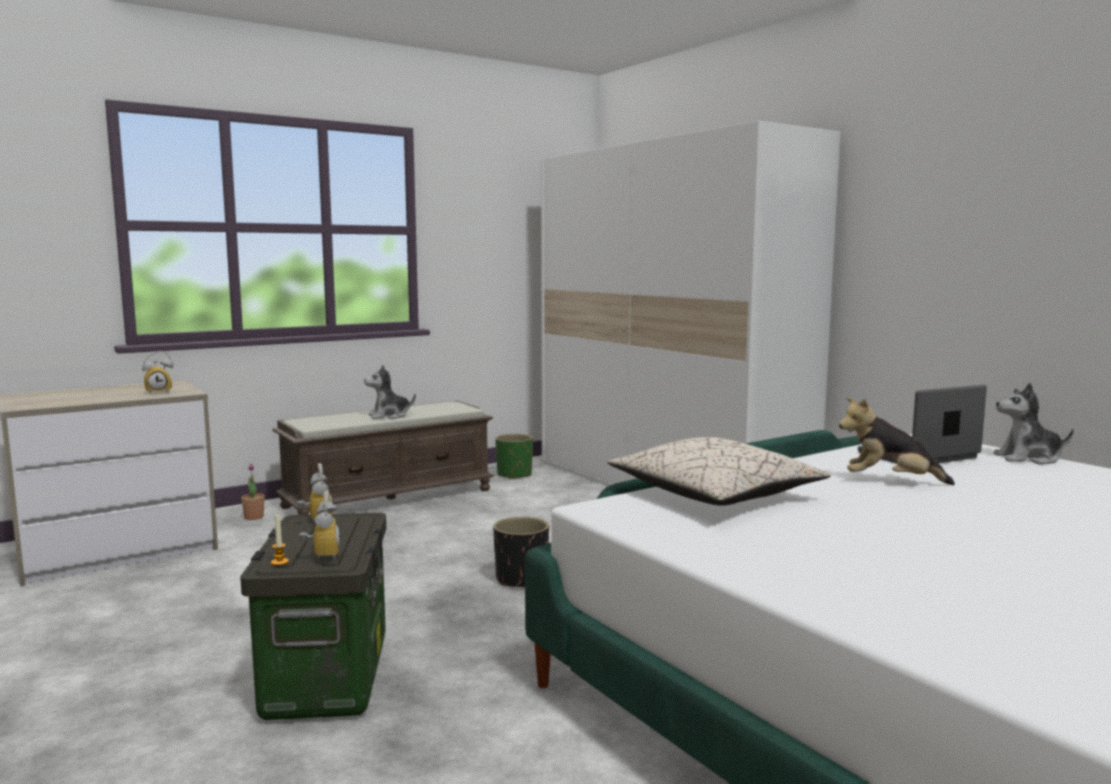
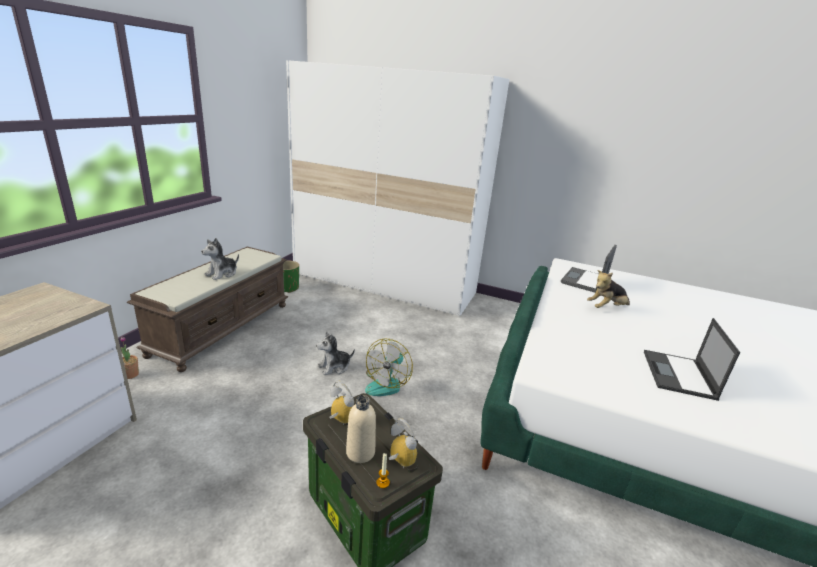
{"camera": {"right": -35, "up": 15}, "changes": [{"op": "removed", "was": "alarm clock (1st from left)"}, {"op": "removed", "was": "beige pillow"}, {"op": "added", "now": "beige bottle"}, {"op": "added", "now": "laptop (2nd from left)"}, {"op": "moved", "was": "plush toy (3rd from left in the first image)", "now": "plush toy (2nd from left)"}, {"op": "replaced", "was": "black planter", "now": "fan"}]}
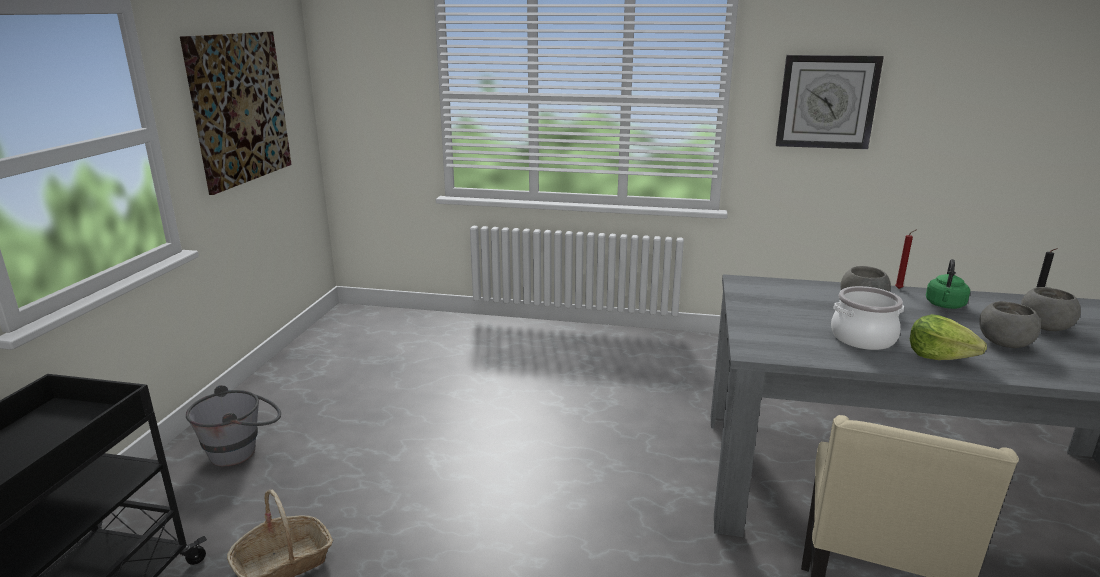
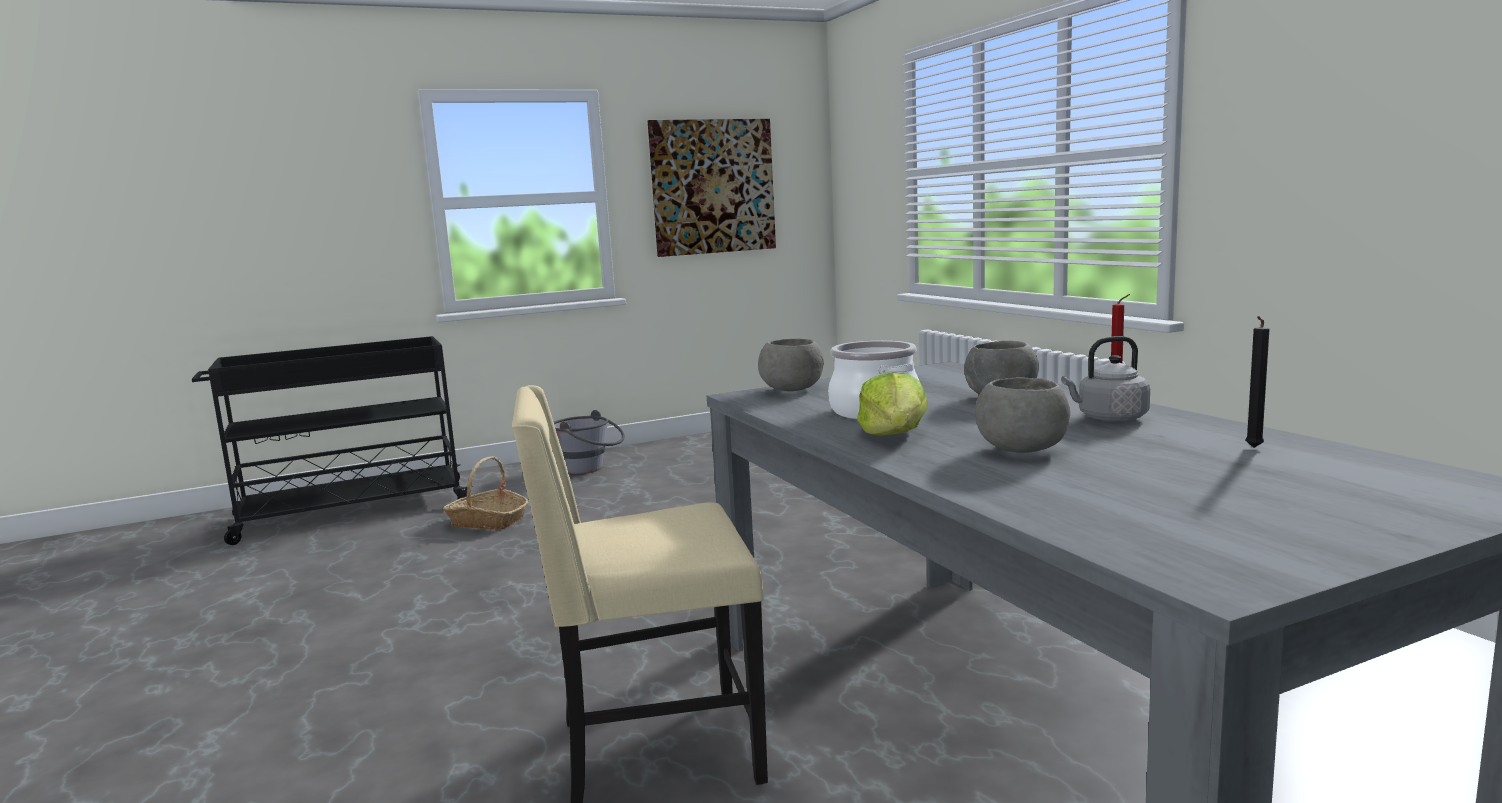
{"camera": {"right": 55, "up": -10}, "changes": [{"op": "removed", "was": "wall clock"}, {"op": "moved", "was": "grey bowl (3rd from left in the first image)", "now": "grey bowl (1st from left)"}, {"op": "recoloured", "was": "green kettle", "now": "grey kettle"}]}
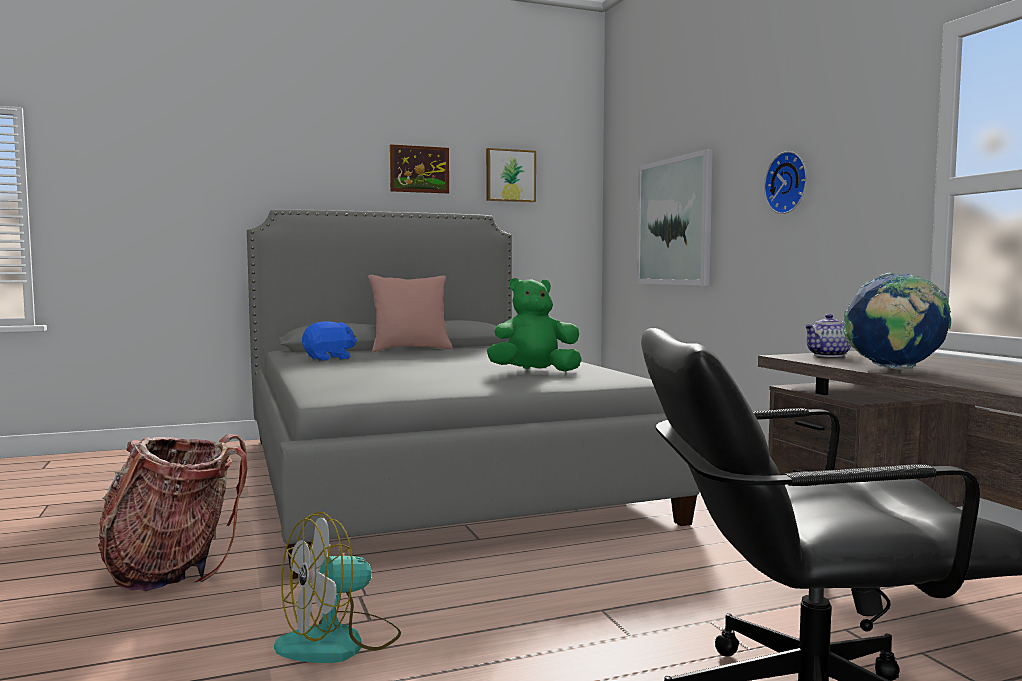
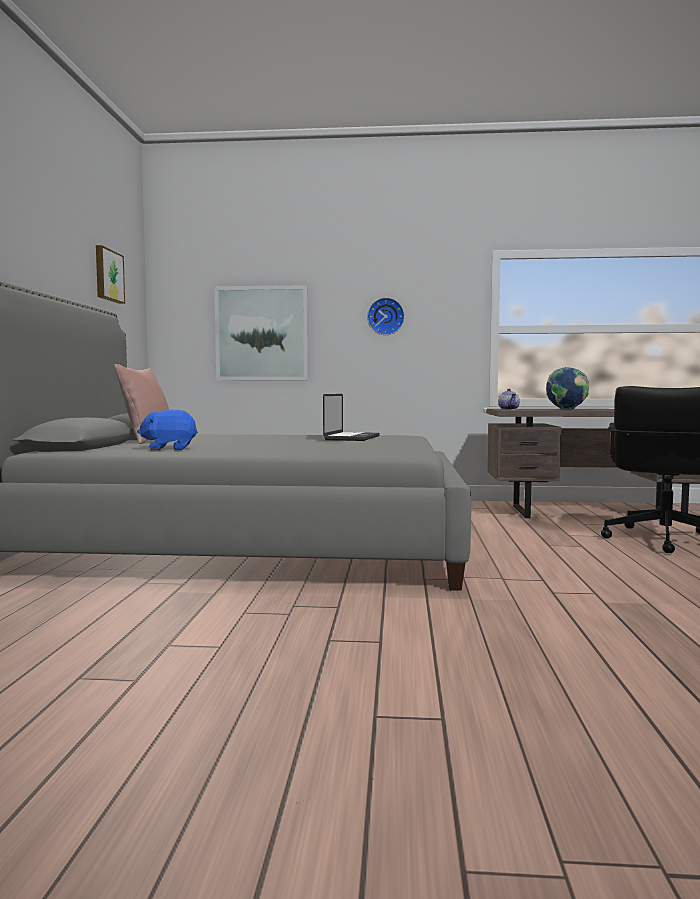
{"camera": {"right": -65, "up": 0}, "changes": [{"op": "removed", "was": "backpack"}, {"op": "removed", "was": "fan"}, {"op": "removed", "was": "picture (1st from left)"}, {"op": "replaced", "was": "green plush toy", "now": "laptop"}, {"op": "turned", "was": "blue plush toy", "clockwise": -90}]}
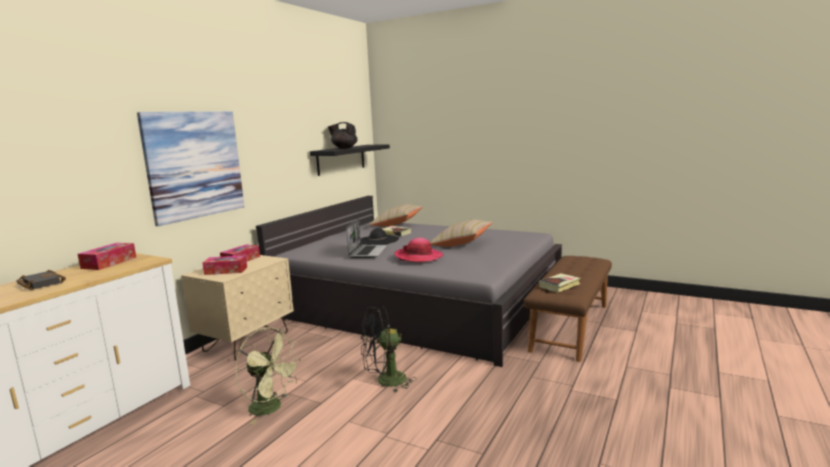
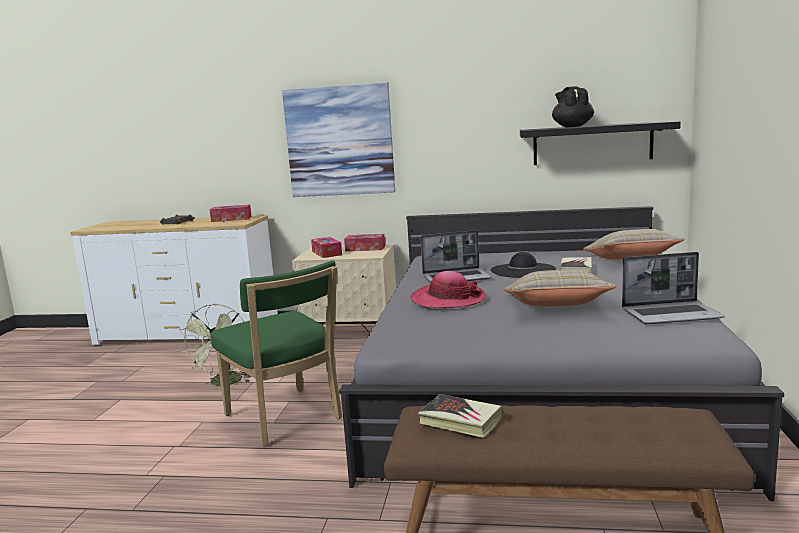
{"camera": {"right": 70, "up": 0}, "changes": [{"op": "added", "now": "laptop (2nd from left)"}, {"op": "replaced", "was": "black fan", "now": "green chair"}]}
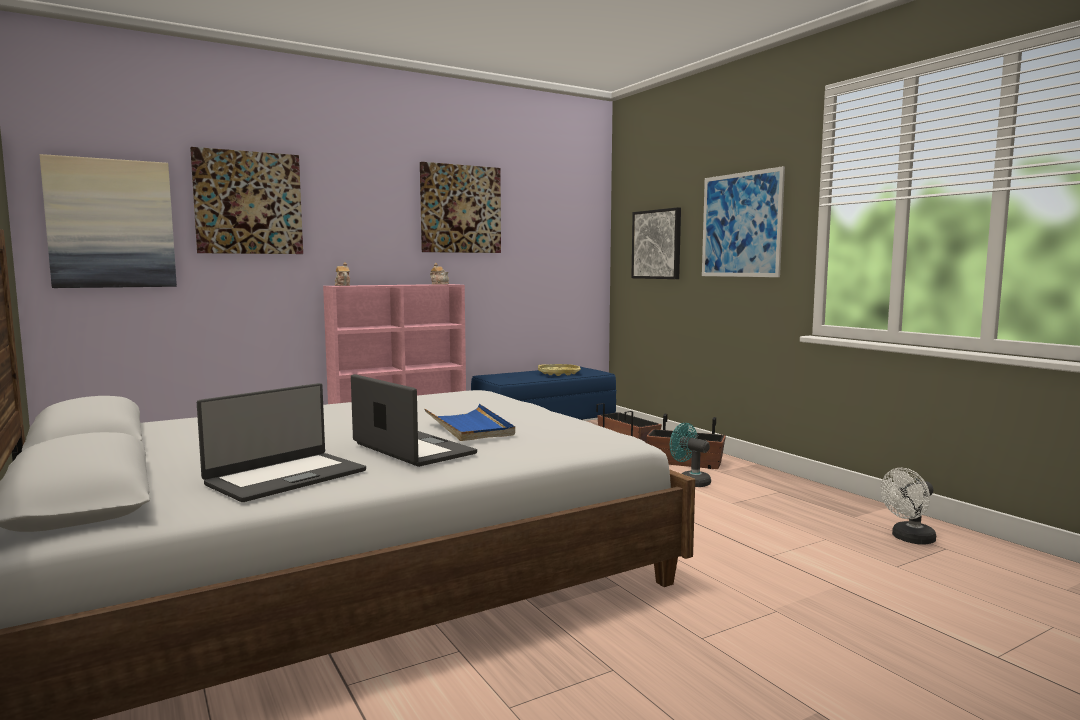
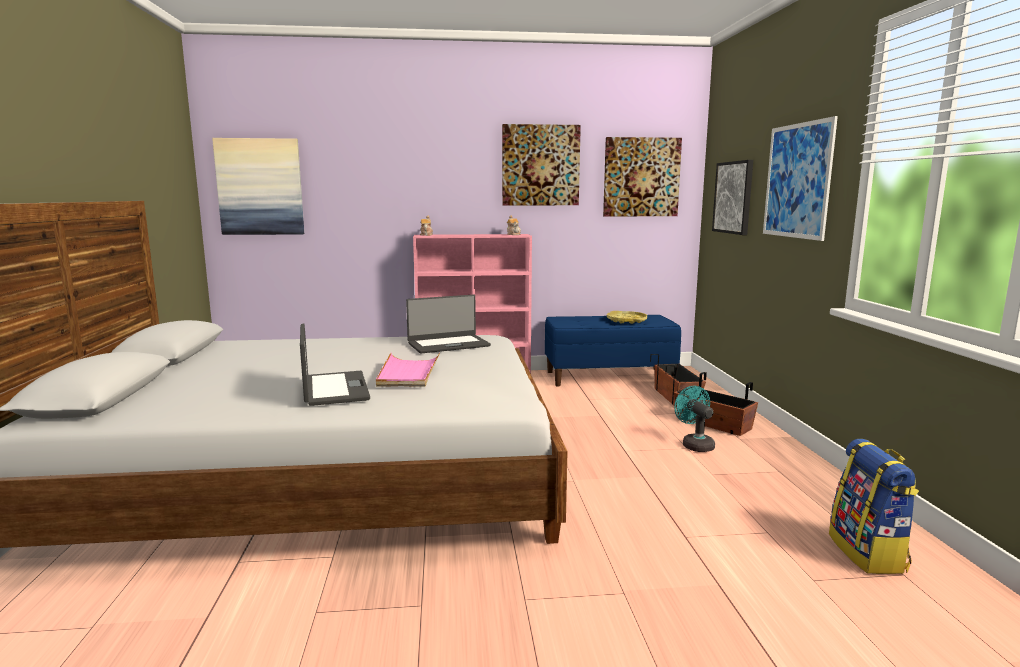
{"camera": {"right": 25, "up": 5}, "changes": [{"op": "moved", "was": "picture (2nd from left in the first image)", "now": "picture (3rd from left)"}, {"op": "moved", "was": "laptop (1st from left in the first image)", "now": "laptop (2nd from left)"}, {"op": "replaced", "was": "white fan", "now": "backpack"}, {"op": "recoloured", "was": "blue tray", "now": "pink tray"}]}
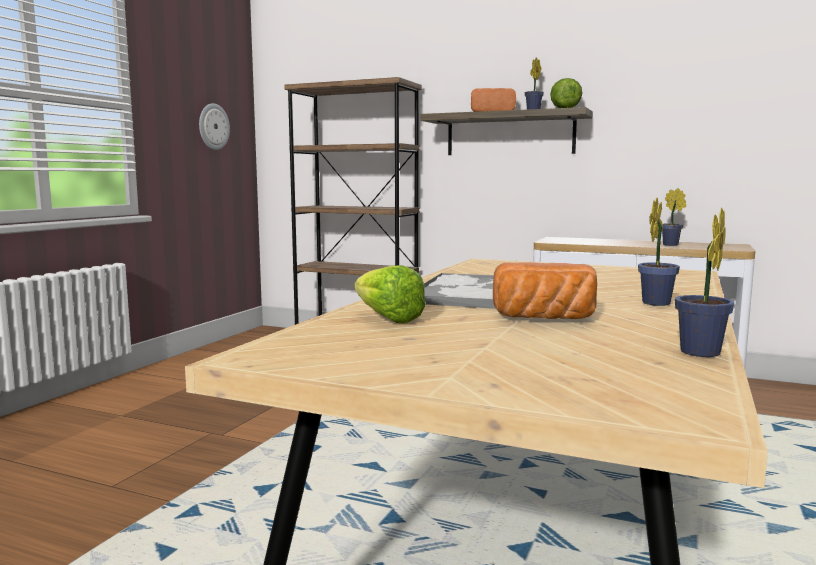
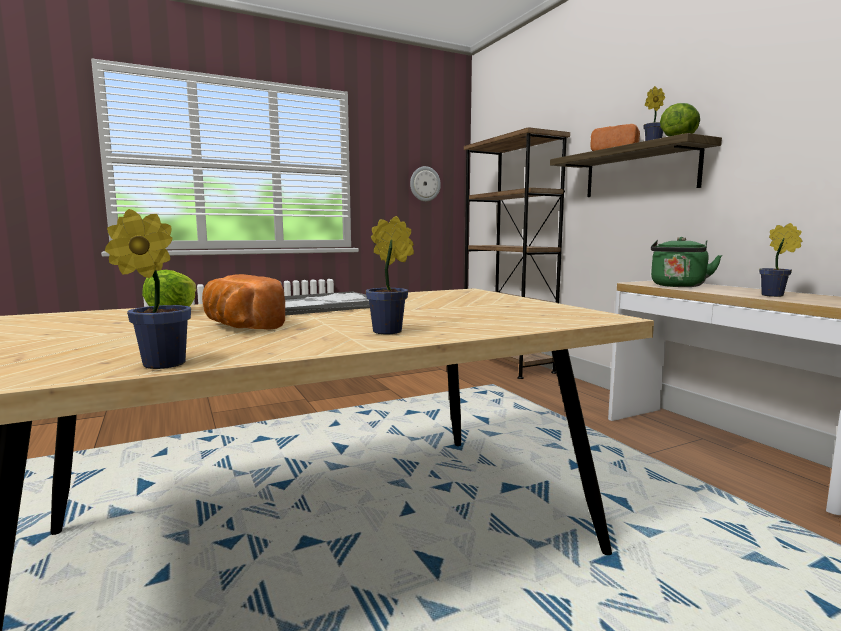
{"camera": {"right": 40, "up": 0}, "changes": [{"op": "added", "now": "green kettle"}]}
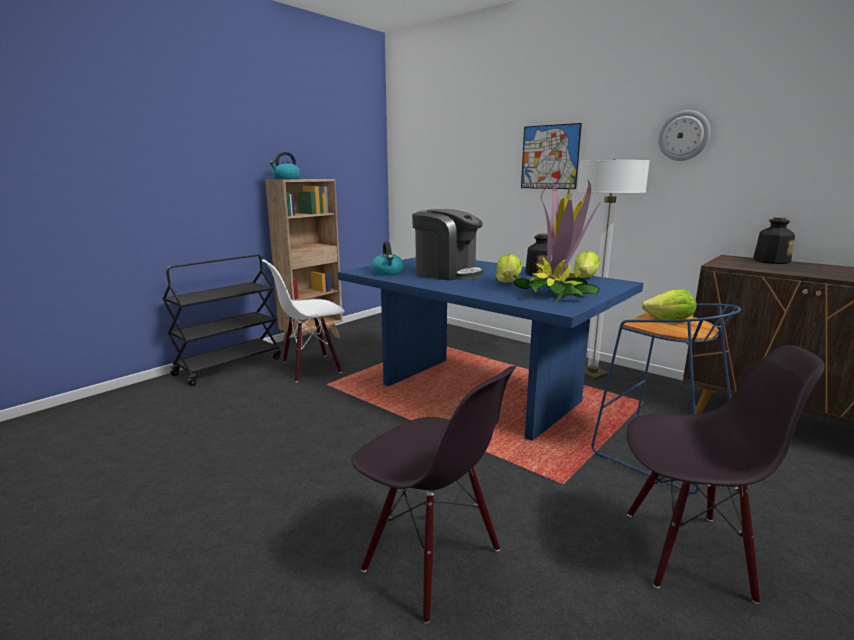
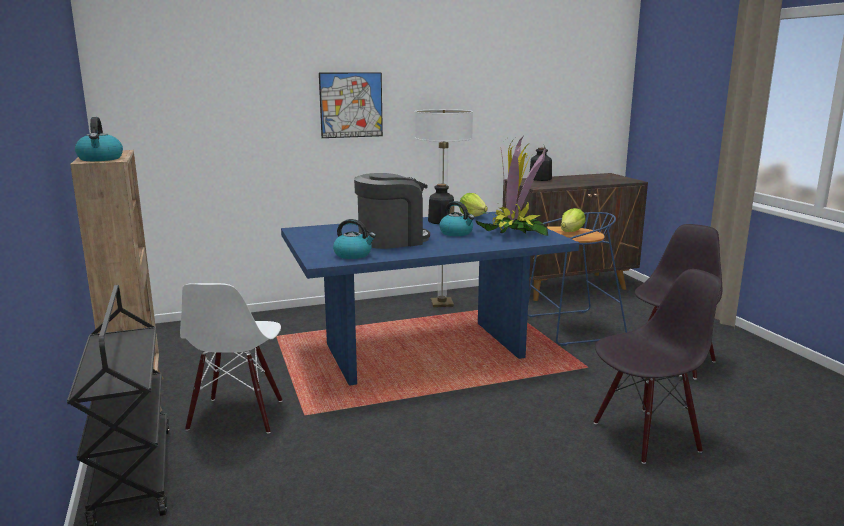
{"camera": {"right": -60, "up": 0}, "changes": [{"op": "removed", "was": "wall clock"}, {"op": "replaced", "was": "lettuce (1st from left)", "now": "kettle (3rd from left)"}]}
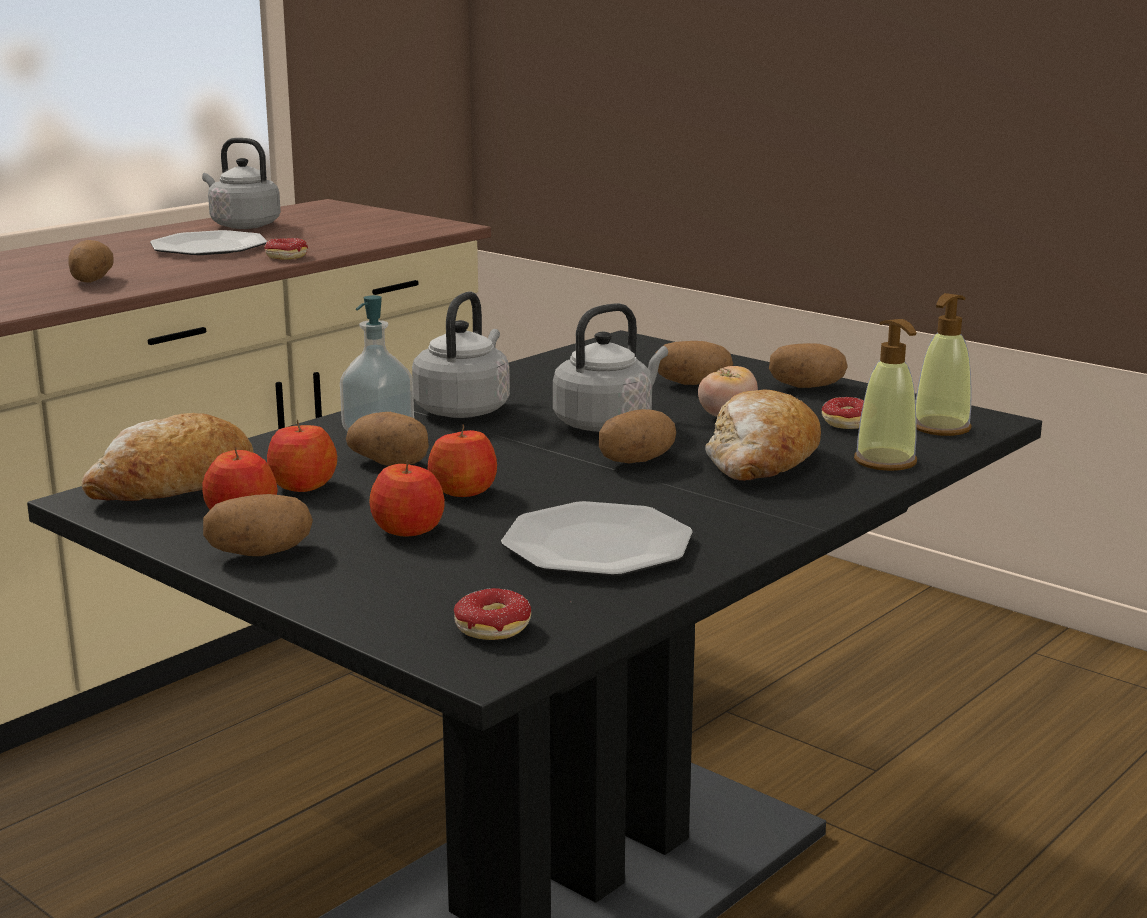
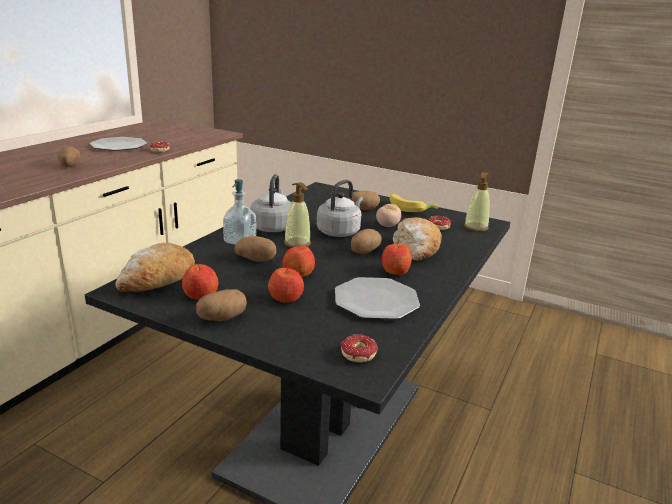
{"camera": {"right": -15, "up": 5}, "changes": [{"op": "removed", "was": "grey kettle (1st from left)"}, {"op": "moved", "was": "apple (2nd from left in the first image)", "now": "apple (4th from left)"}, {"op": "moved", "was": "soap dispenser (2nd from left)"}, {"op": "replaced", "was": "potato (6th from left)", "now": "banana"}]}
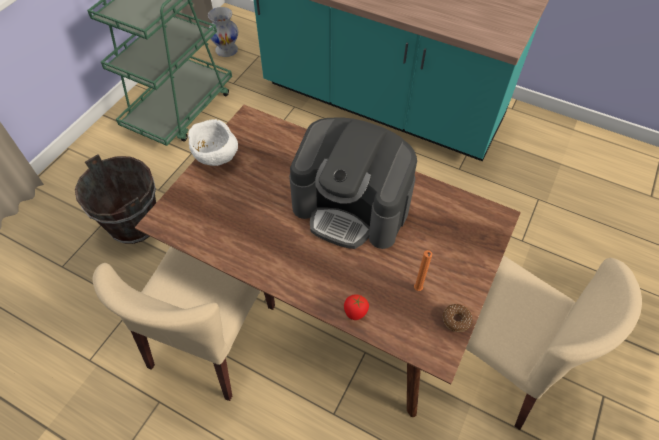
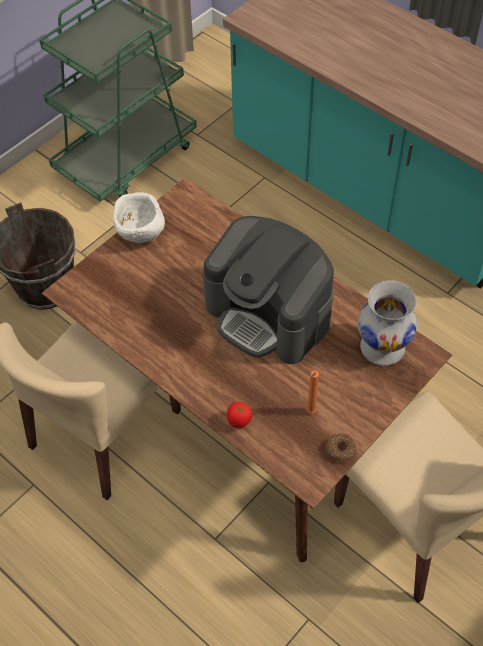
{"camera": {"right": 15, "up": 0}, "changes": [{"op": "moved", "was": "white vase"}]}
